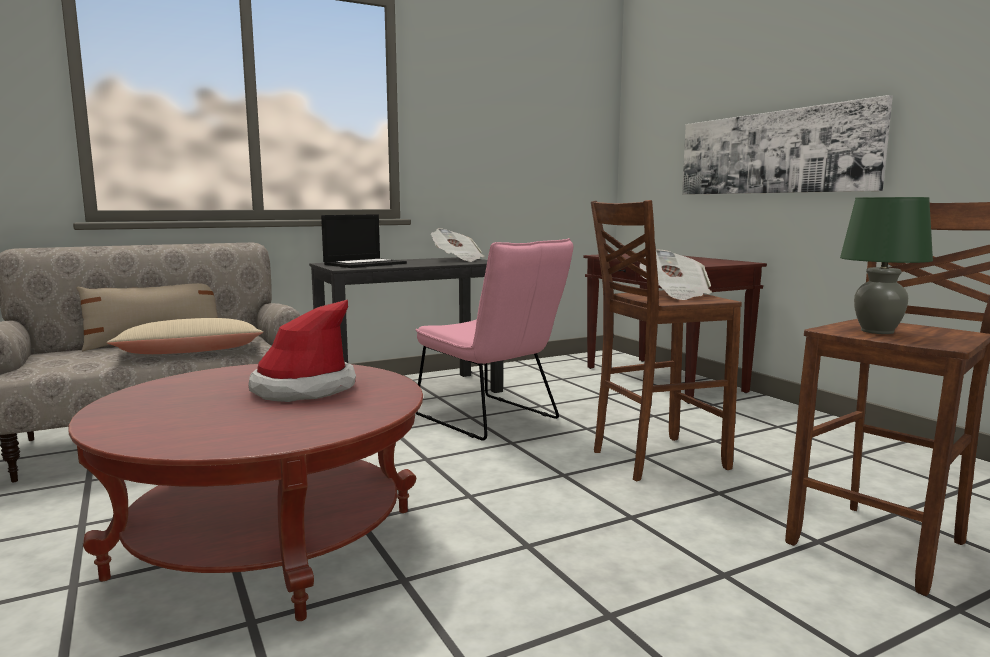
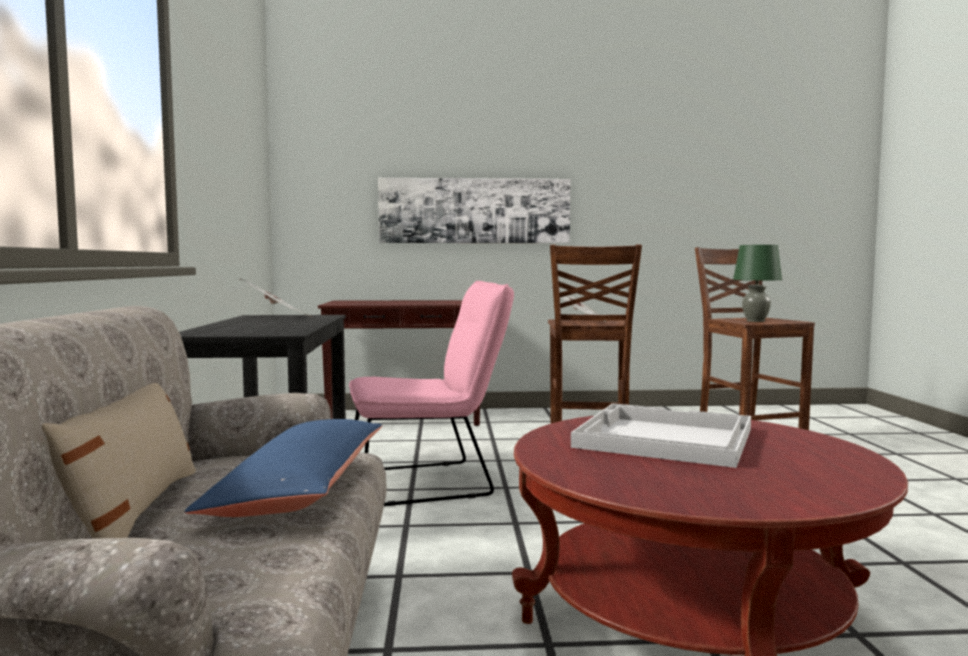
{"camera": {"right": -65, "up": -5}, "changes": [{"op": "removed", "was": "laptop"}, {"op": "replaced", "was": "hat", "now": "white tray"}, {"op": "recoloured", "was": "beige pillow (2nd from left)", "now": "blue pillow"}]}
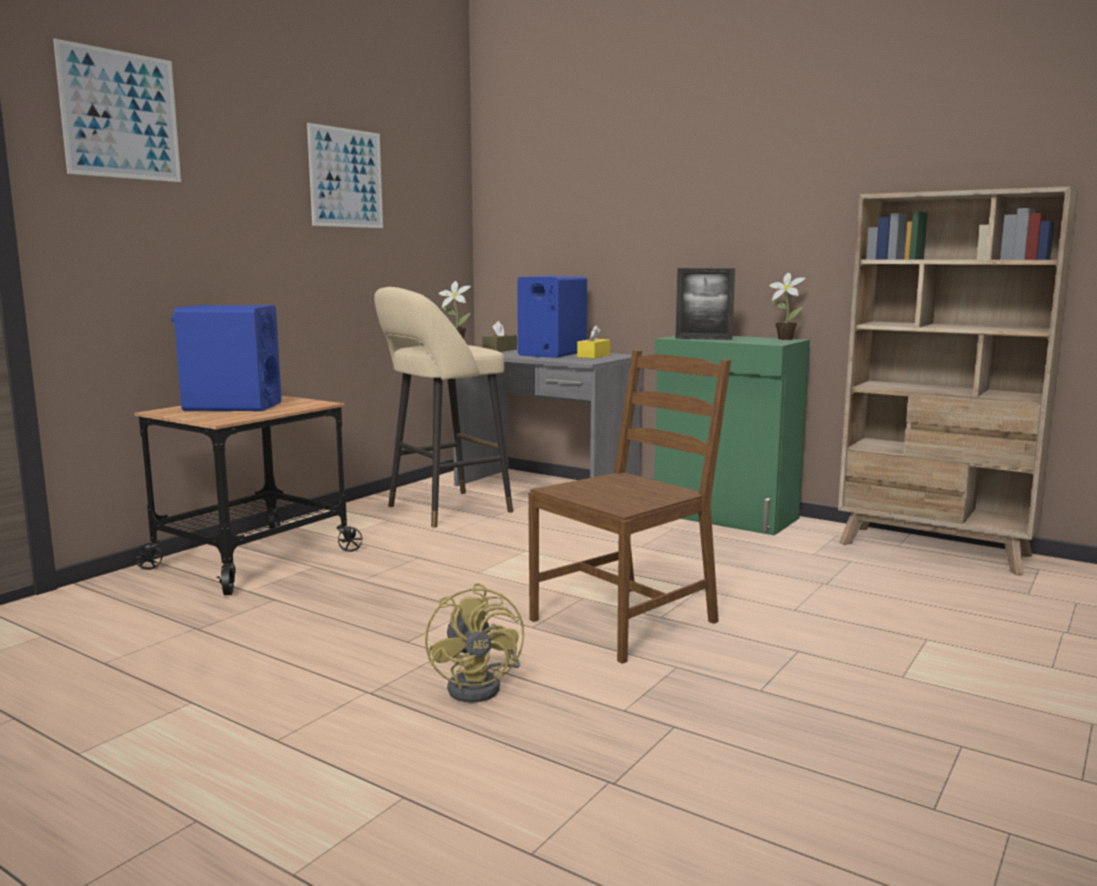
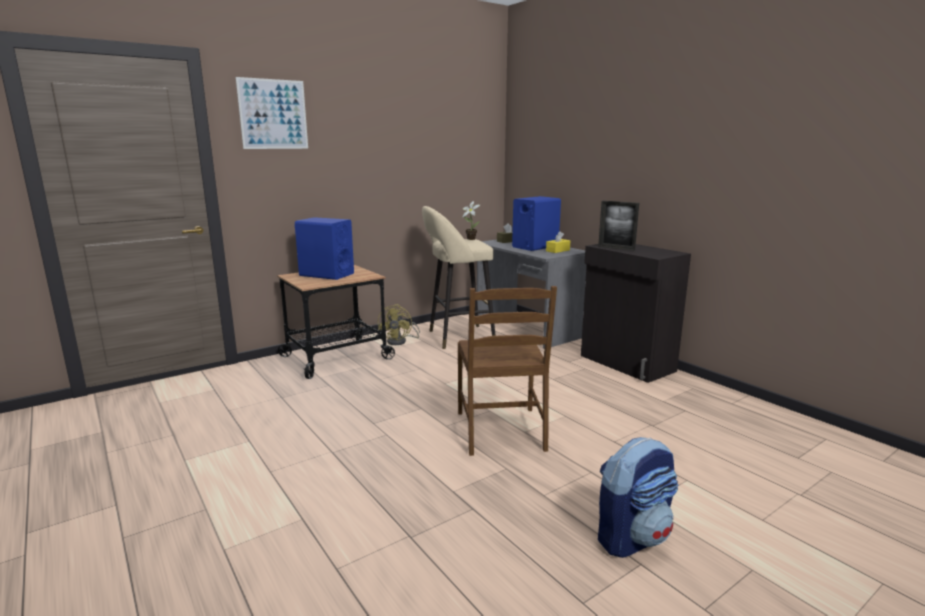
{"camera": {"right": 20, "up": 5}, "changes": [{"op": "removed", "was": "picture (2nd from left)"}, {"op": "removed", "was": "potted plant (2nd from left)"}, {"op": "removed", "was": "beige bookcase"}, {"op": "added", "now": "backpack"}, {"op": "moved", "was": "yellow fan"}, {"op": "recoloured", "was": "green cabinet", "now": "black cabinet"}, {"op": "turned", "was": "brown chair", "clockwise": 105}]}
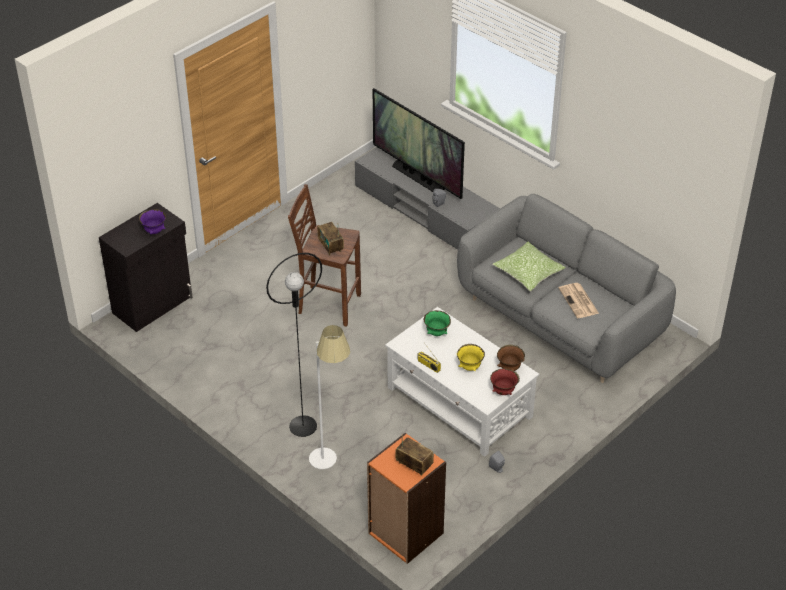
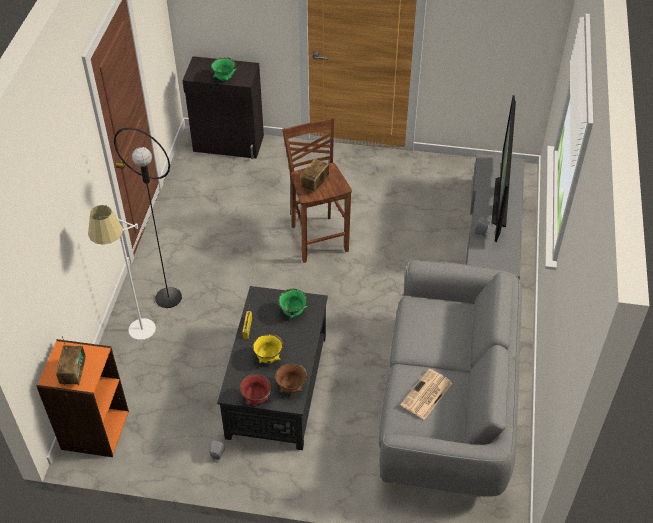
{"camera": {"right": 55, "up": 5}, "changes": [{"op": "removed", "was": "pillow"}, {"op": "recoloured", "was": "purple bowl", "now": "green bowl (1st from left)"}, {"op": "recoloured", "was": "white coffee table", "now": "black coffee table"}]}
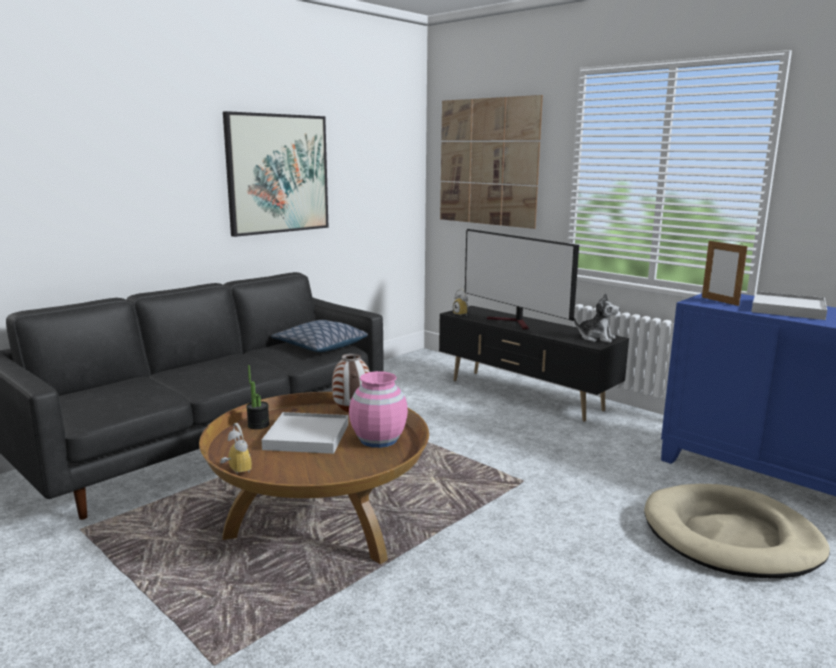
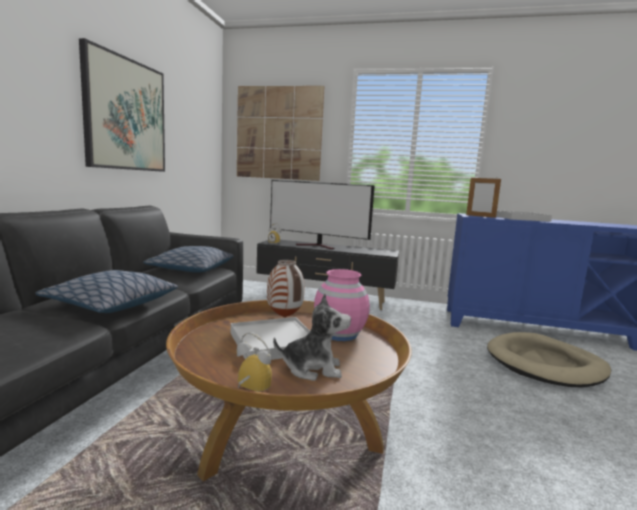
{"camera": {"right": -30, "up": -5}, "changes": [{"op": "removed", "was": "potted plant"}, {"op": "added", "now": "pillow (1st from left)"}, {"op": "moved", "was": "plush toy"}]}
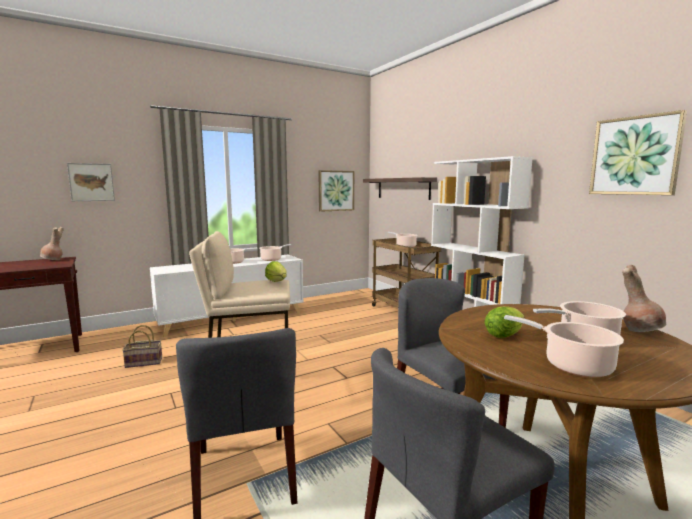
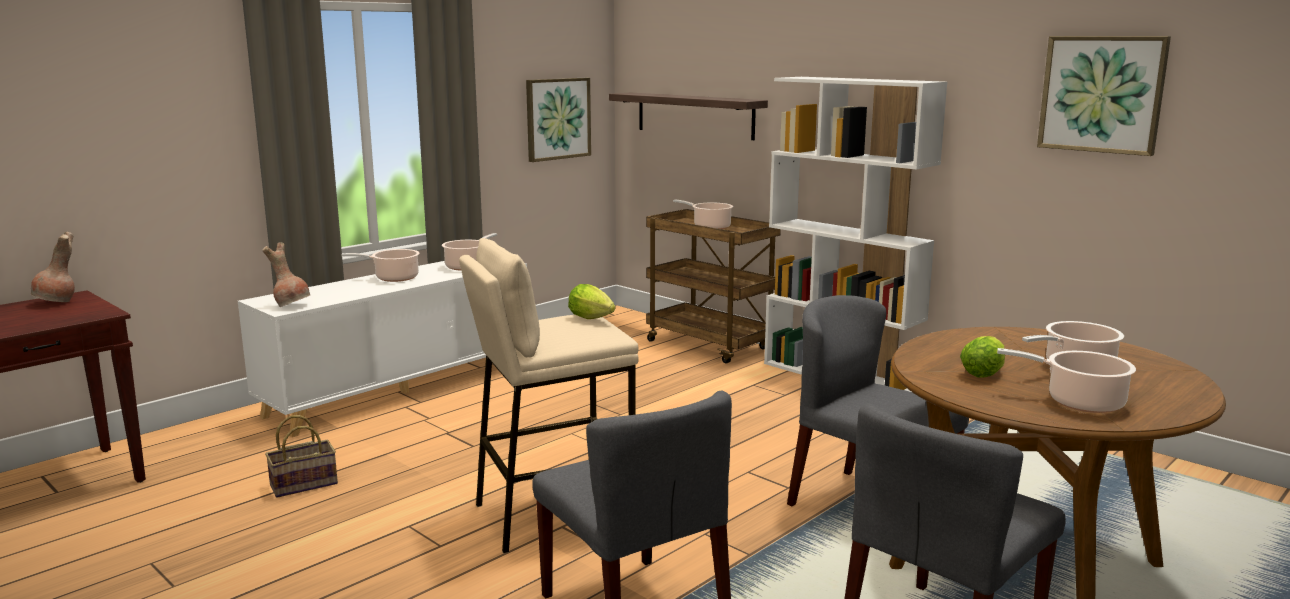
{"camera": {"right": -15, "up": 5}, "changes": [{"op": "removed", "was": "picture (1st from left)"}, {"op": "moved", "was": "brown vase (2nd from left)"}]}
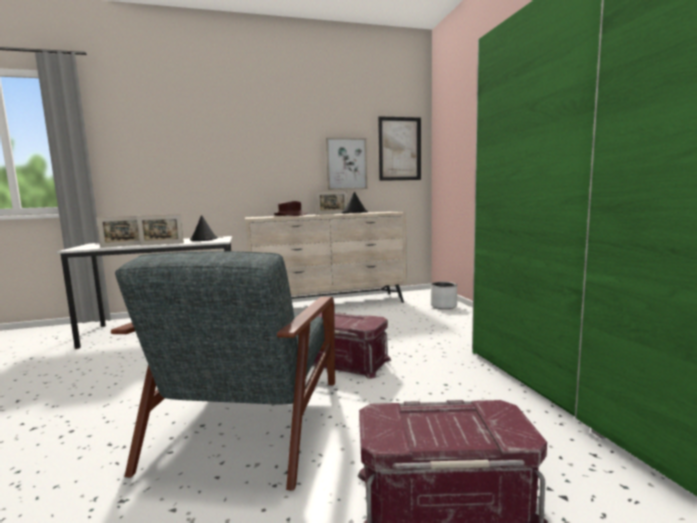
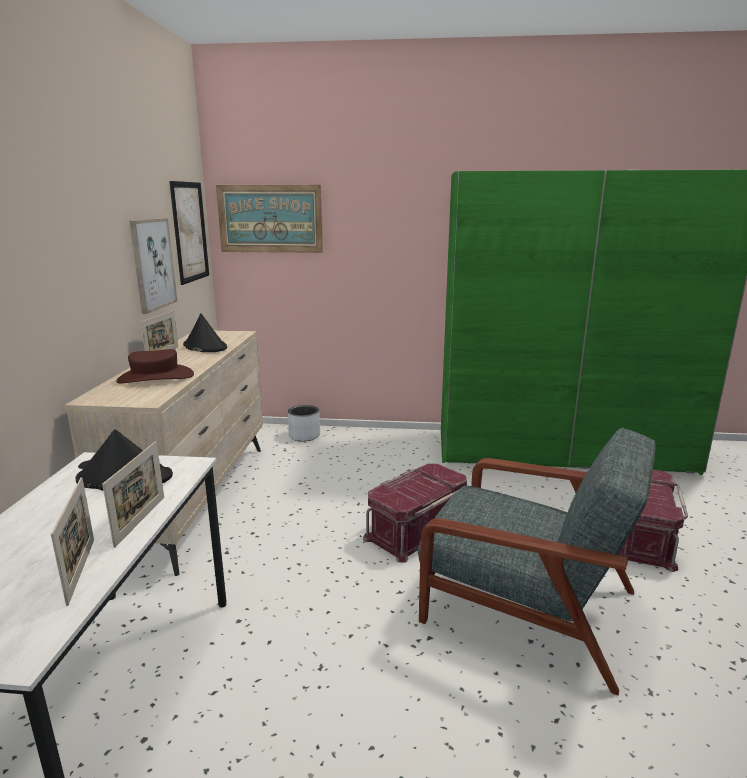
{"camera": {"right": -70, "up": 10}, "changes": [{"op": "added", "now": "picture (3rd from left)"}]}
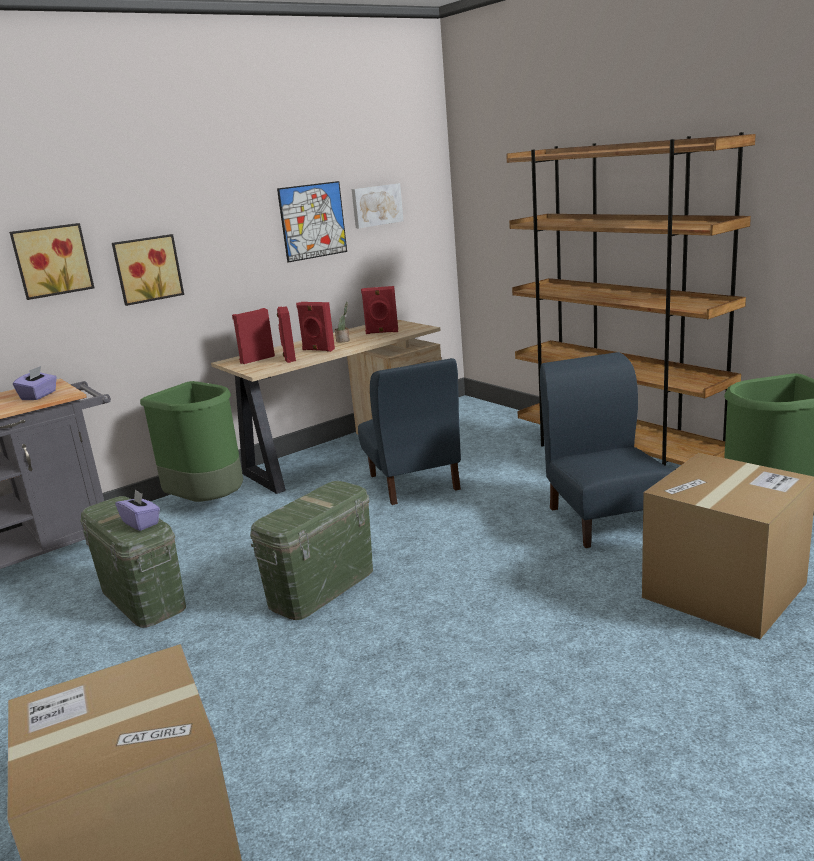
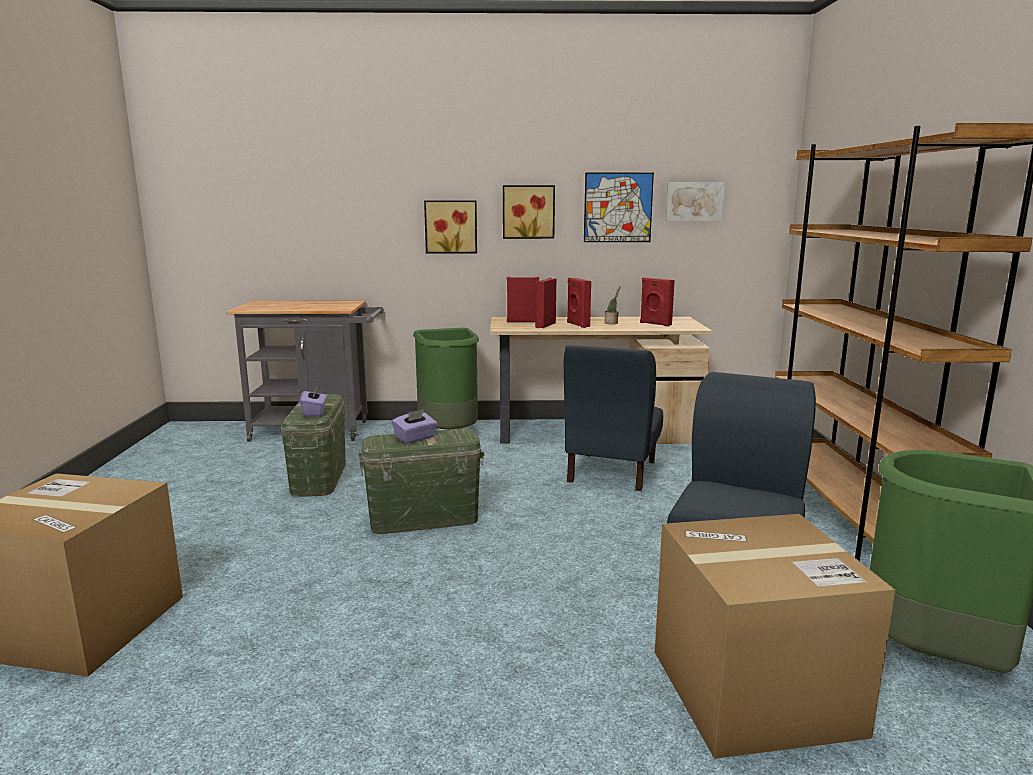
{"camera": {"right": 35, "up": -5}, "changes": [{"op": "moved", "was": "picture (1st from left in the first image)", "now": "picture (2nd from left)"}, {"op": "moved", "was": "purple tissue box (1st from left in the first image)", "now": "purple tissue box (2nd from left)"}]}
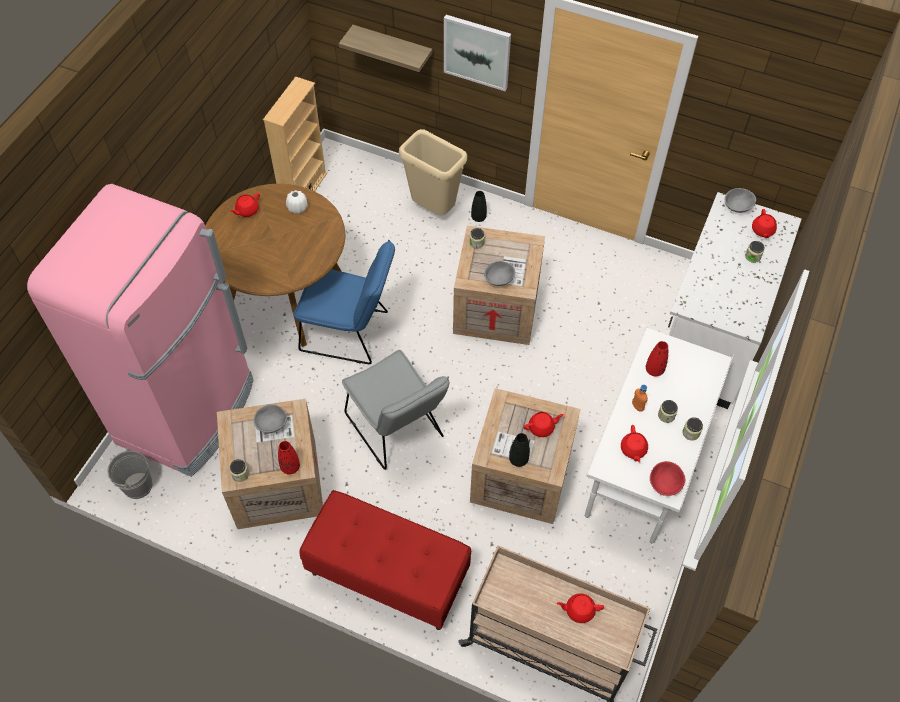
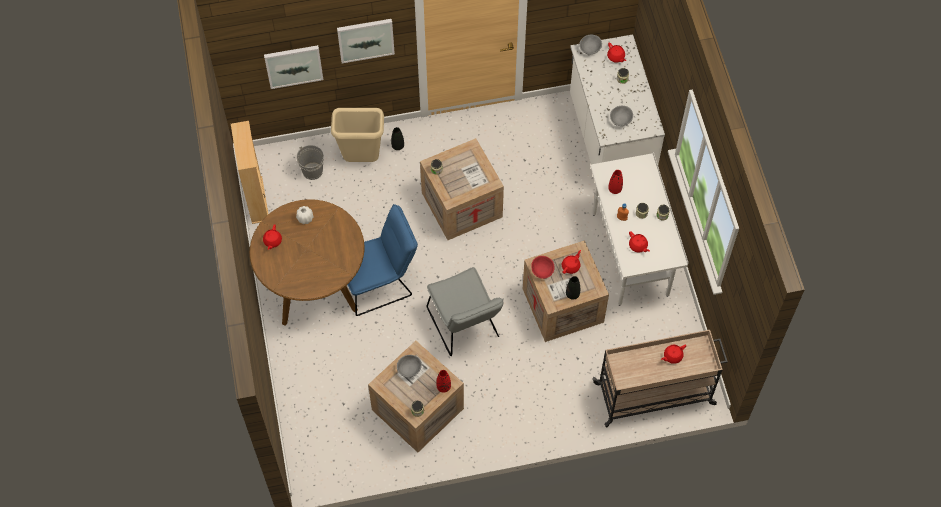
{"camera": {"right": -35, "up": 5}, "changes": [{"op": "removed", "was": "pink fridge"}, {"op": "removed", "was": "red bench"}, {"op": "moved", "was": "grey bucket"}, {"op": "moved", "was": "grey bowl (2nd from left in the first image)", "now": "grey bowl (3rd from left)"}, {"op": "moved", "was": "red bowl"}, {"op": "replaced", "was": "shelf", "now": "picture (1st from left)"}, {"op": "turned", "was": "grey chair", "clockwise": 45}]}
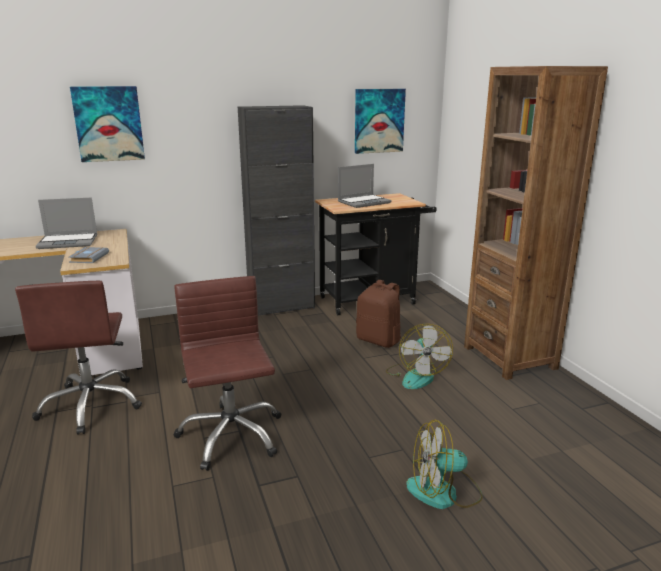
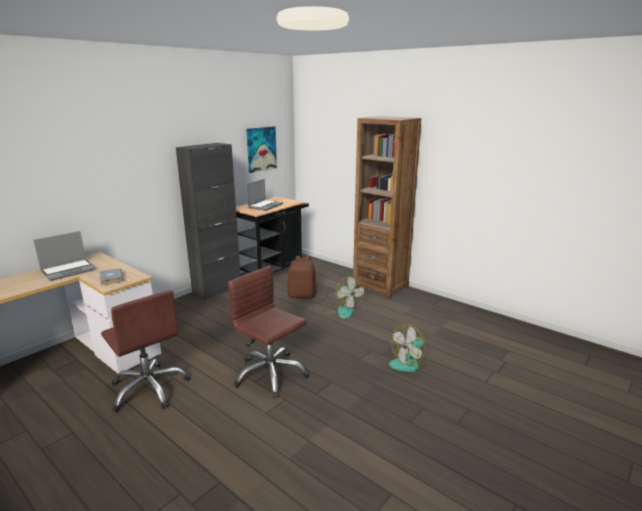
{"camera": {"right": -30, "up": 0}, "changes": [{"op": "removed", "was": "picture (1st from left)"}]}
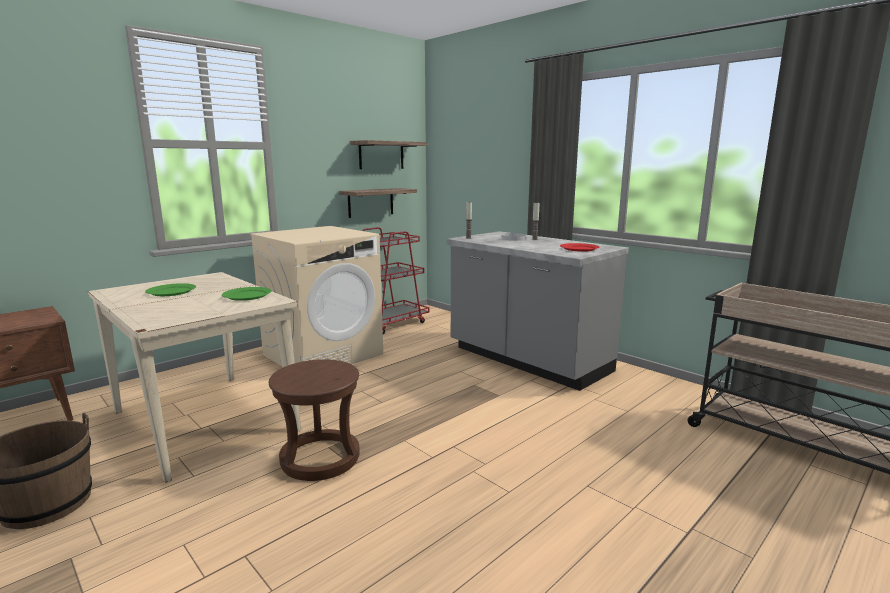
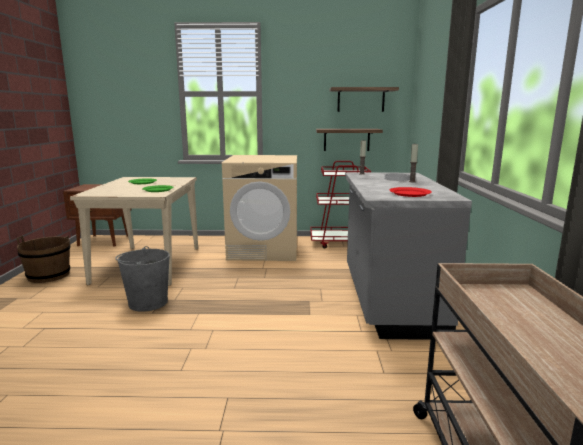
{"camera": {"right": 45, "up": 0}, "changes": [{"op": "replaced", "was": "brown stool", "now": "grey bucket"}]}
